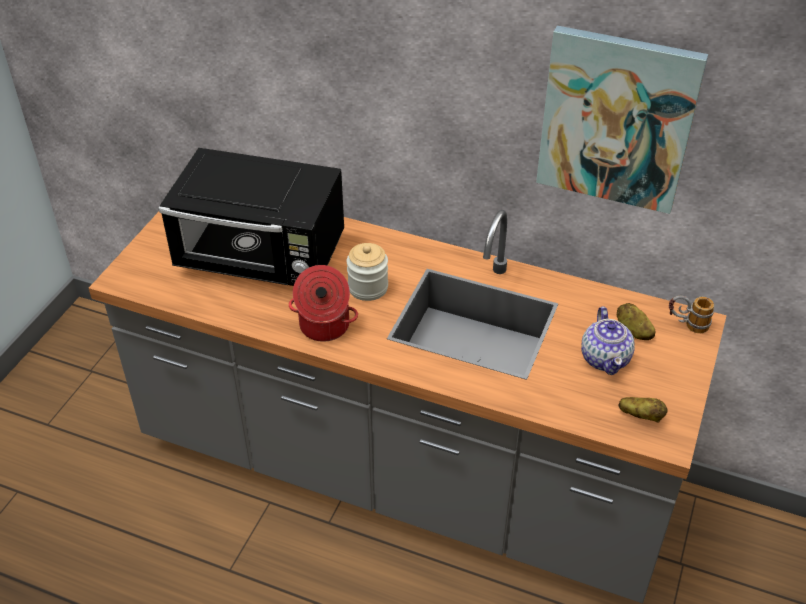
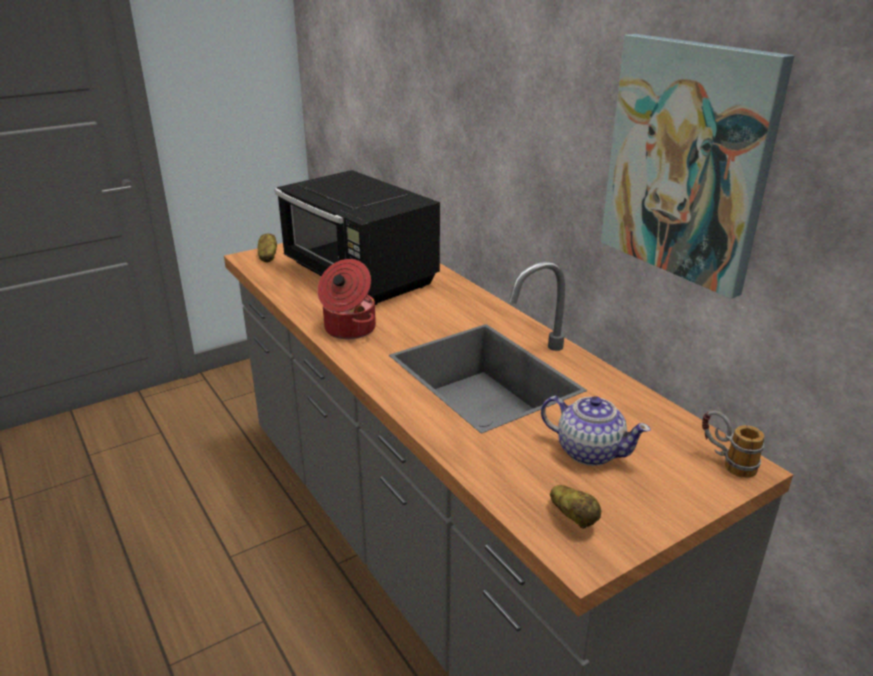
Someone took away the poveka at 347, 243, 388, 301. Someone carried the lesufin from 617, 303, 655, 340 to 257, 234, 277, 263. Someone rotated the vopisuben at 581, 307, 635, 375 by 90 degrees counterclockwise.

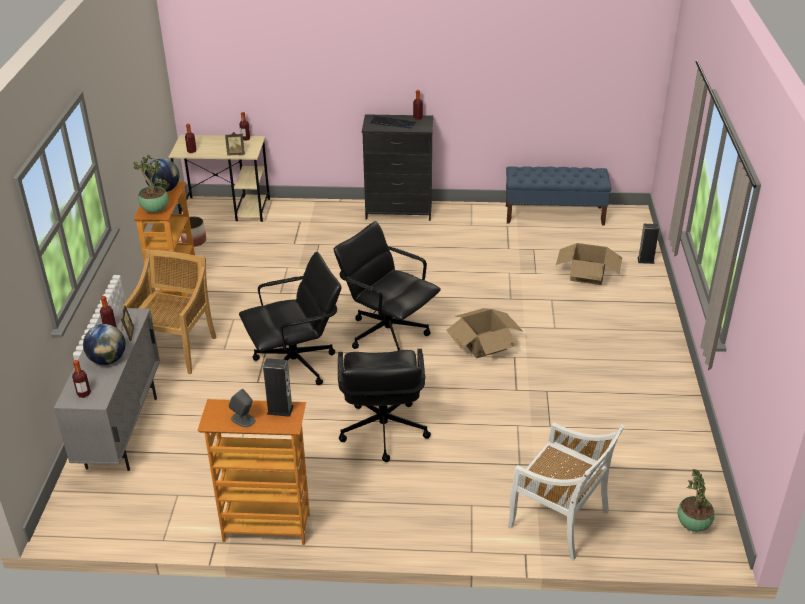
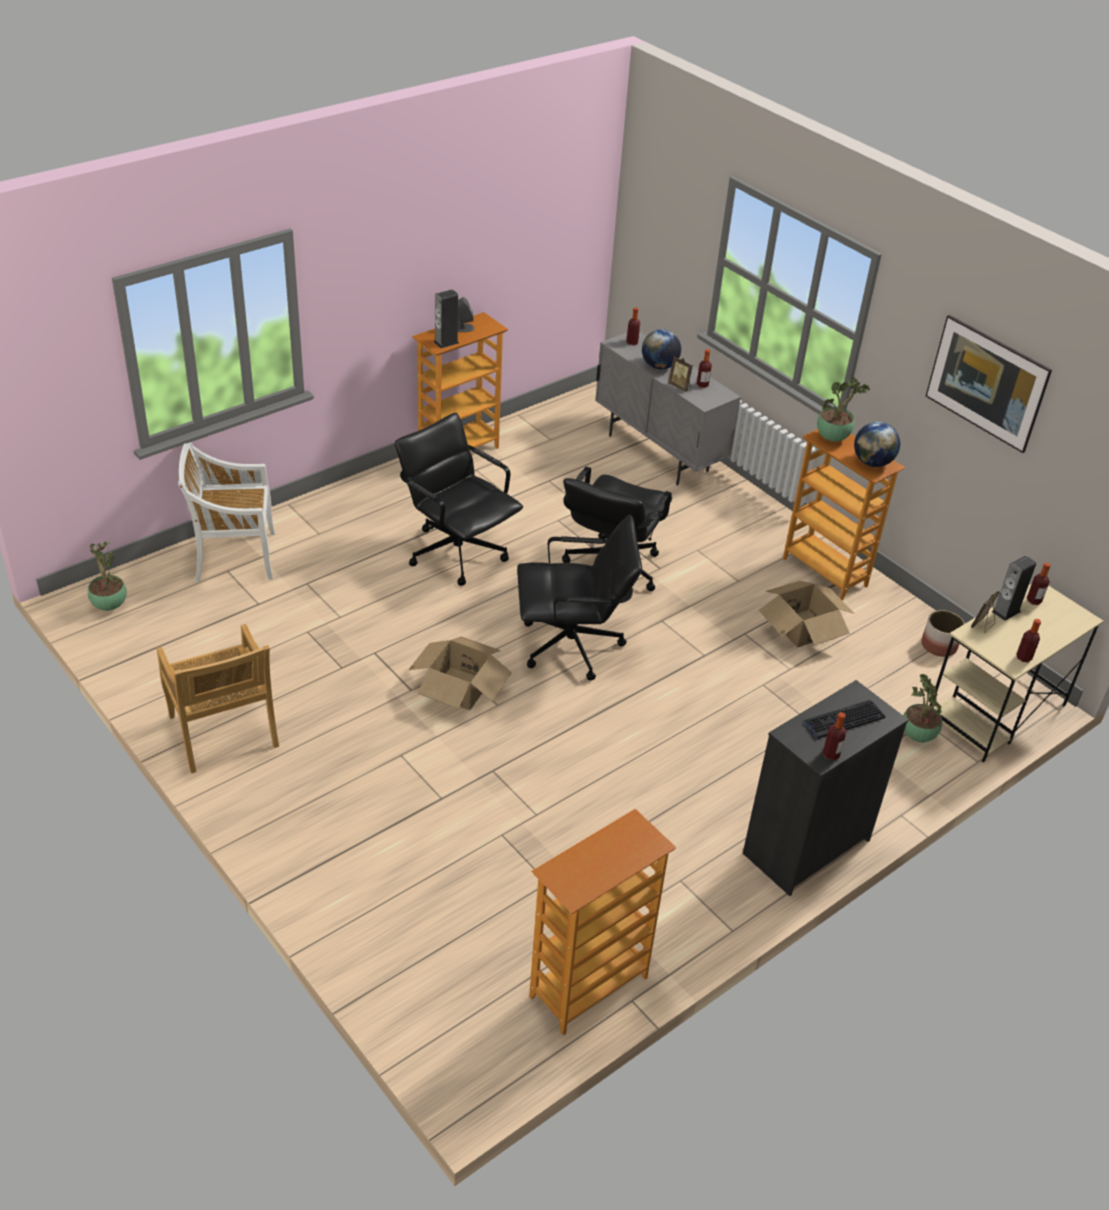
Someone put down the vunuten at 903, 674, 942, 742. Someone put up the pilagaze at 926, 315, 1052, 453. Someone carried the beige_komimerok from 123, 249, 216, 374 to 157, 624, 279, 774. Someone carried the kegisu from 556, 243, 622, 285 to 759, 581, 855, 647. Someone carried the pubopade from 637, 224, 659, 264 to 992, 556, 1036, 621. Someone swapped the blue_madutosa at 506, 166, 611, 226 for the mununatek at 529, 809, 676, 1035.

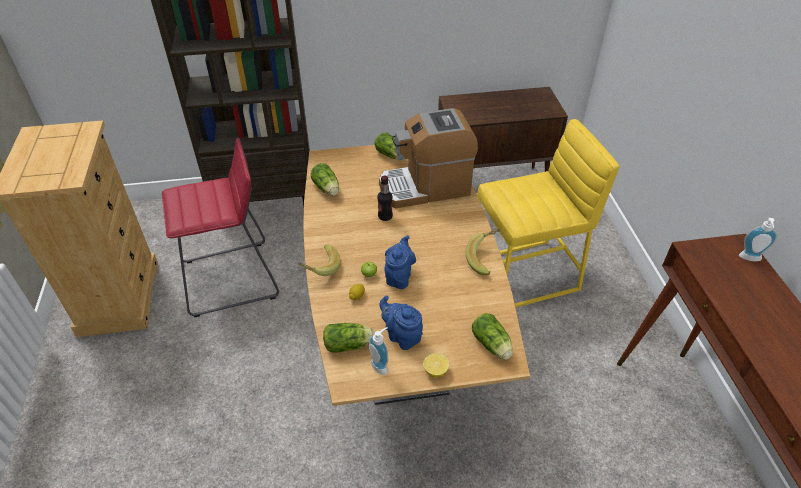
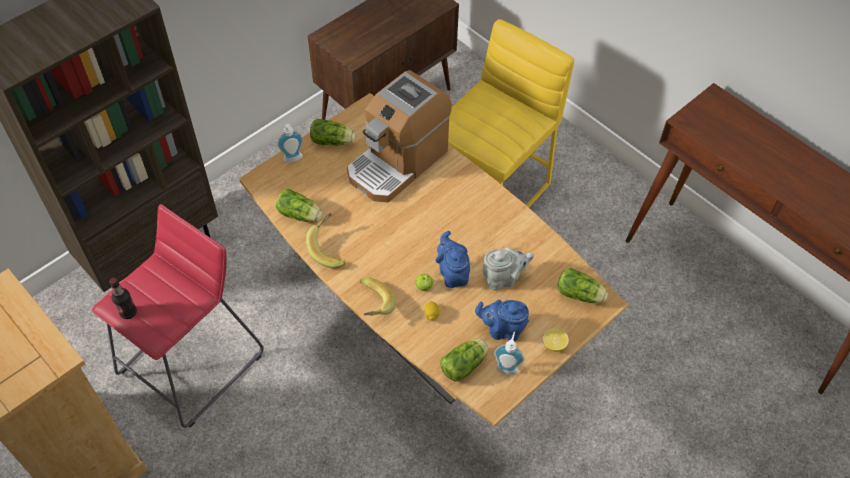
Someone put down the grey_vopisuben at 483, 247, 534, 290. Someone carried the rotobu from 377, 176, 393, 221 to 109, 278, 137, 319. Someone carried the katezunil from 466, 229, 500, 275 to 306, 213, 345, 269. Someone carried the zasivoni from 739, 218, 778, 261 to 277, 124, 303, 162.

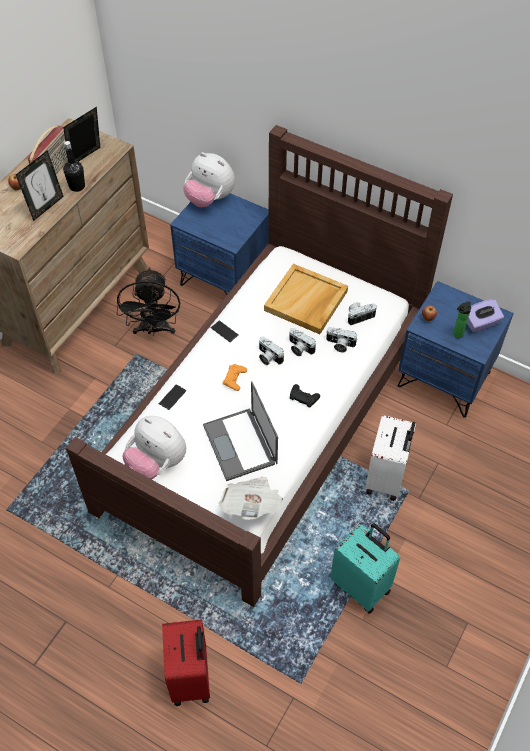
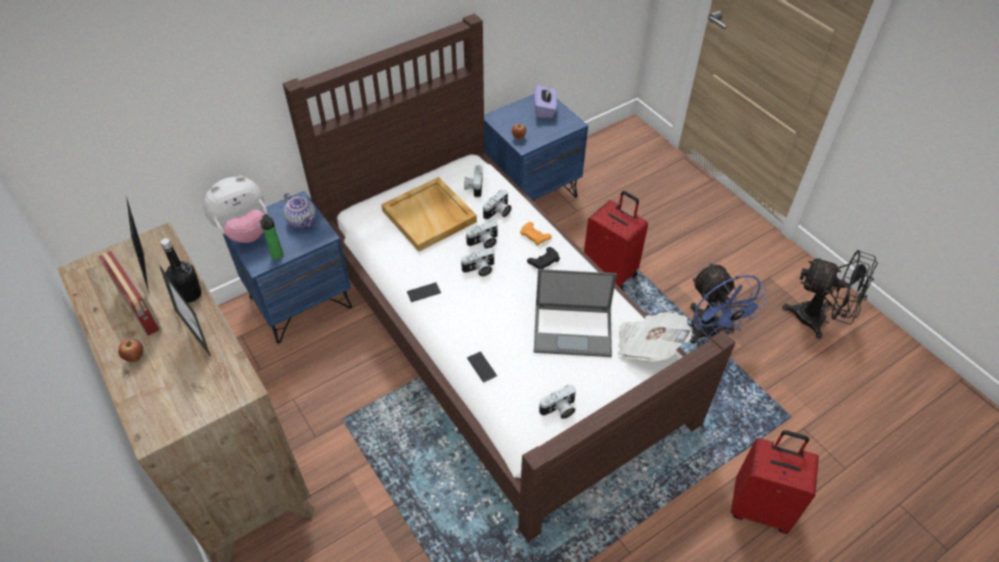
Someone put down the vopisuben at 284, 193, 316, 228. Someone carried the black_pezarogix from 117, 267, 180, 336 to 782, 250, 877, 339. Someone carried the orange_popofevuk from 223, 364, 247, 391 to 520, 222, 552, 246. Someone carried the rotobu from 453, 302, 471, 338 to 260, 214, 283, 259. Someone swapped the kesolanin at 123, 416, 186, 480 for the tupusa at 539, 385, 576, 419. Someone swapped the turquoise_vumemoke at 330, 523, 400, 614 for the blue_pezarogix at 690, 262, 768, 344. Someone repainted the white_vumemoke at 365, 415, 416, 501, which became the red_vumemoke at 584, 191, 648, 290.

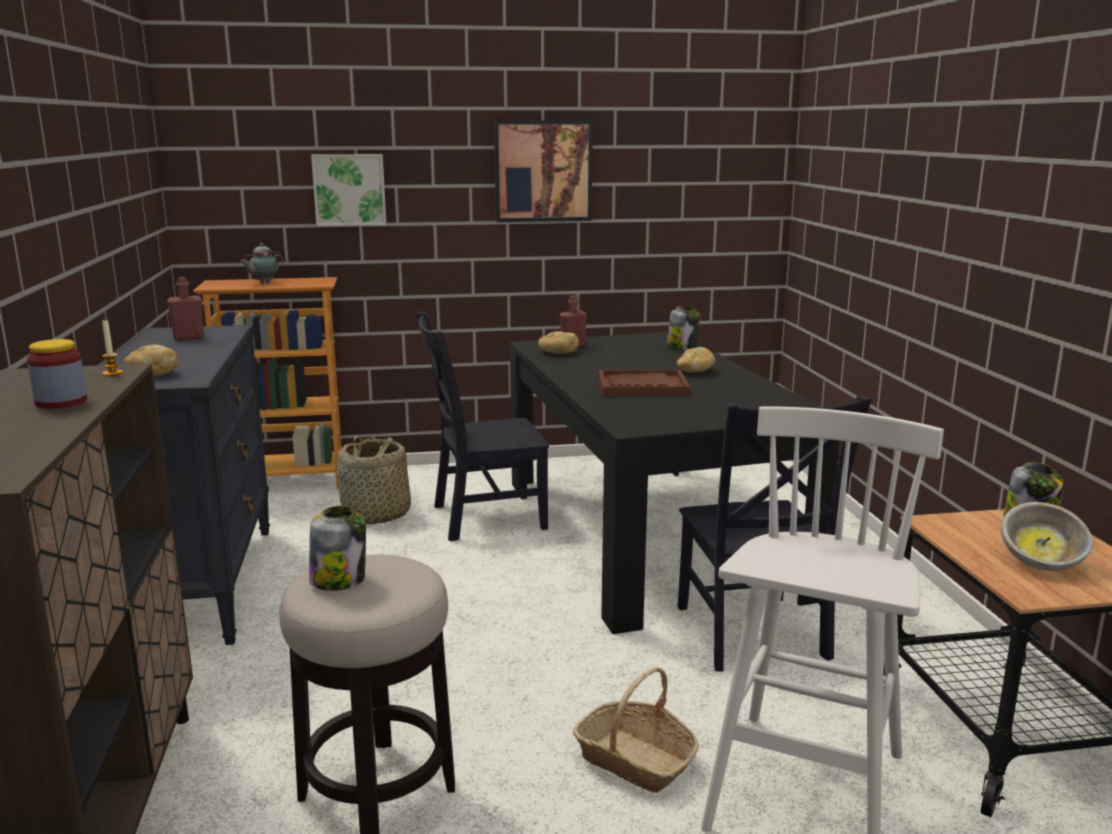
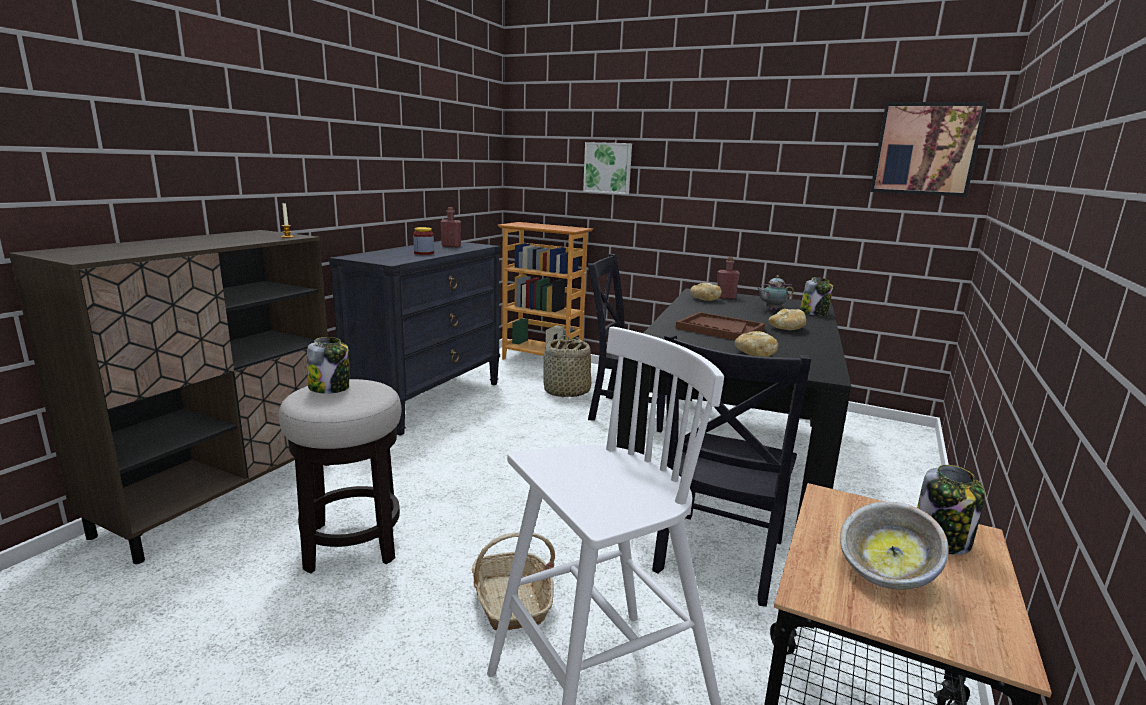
Someone carried the poveka from 27, 339, 87, 409 to 413, 227, 434, 255. Someone carried the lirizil from 123, 345, 179, 376 to 735, 331, 778, 357. Someone carried the vopisuben from 240, 243, 284, 284 to 756, 275, 794, 310. Someone carried the pilagaze from 494, 121, 593, 222 to 870, 102, 988, 197.

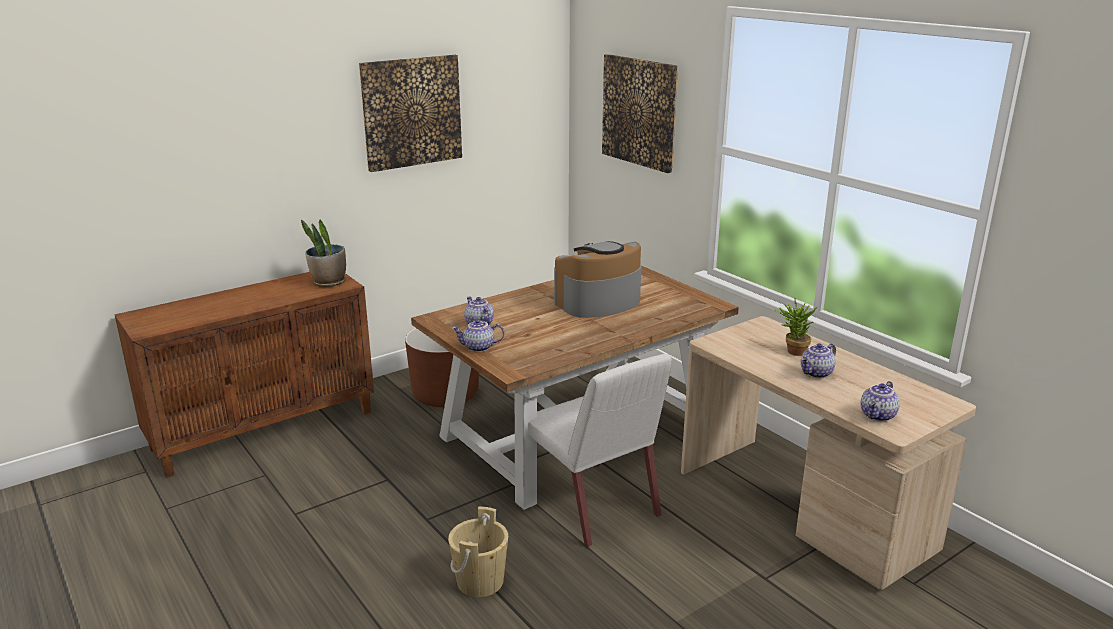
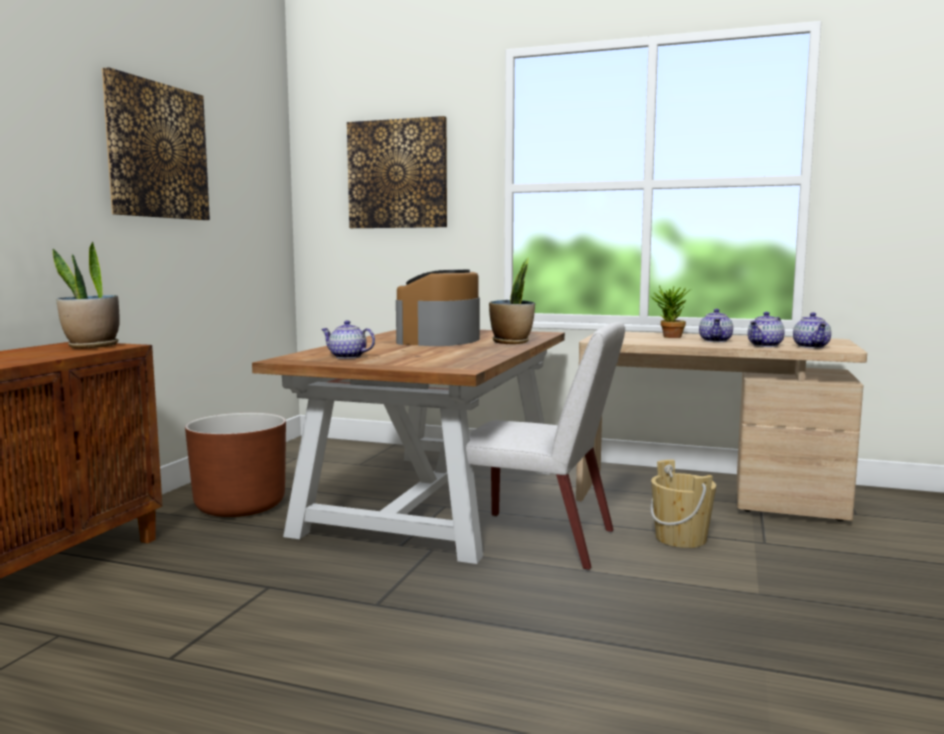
Someone put down the vunuten at 489, 258, 535, 344. Someone carried the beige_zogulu from 448, 507, 508, 597 to 651, 459, 716, 548. Someone carried the vopisuben from 452, 319, 504, 352 to 748, 312, 785, 347.

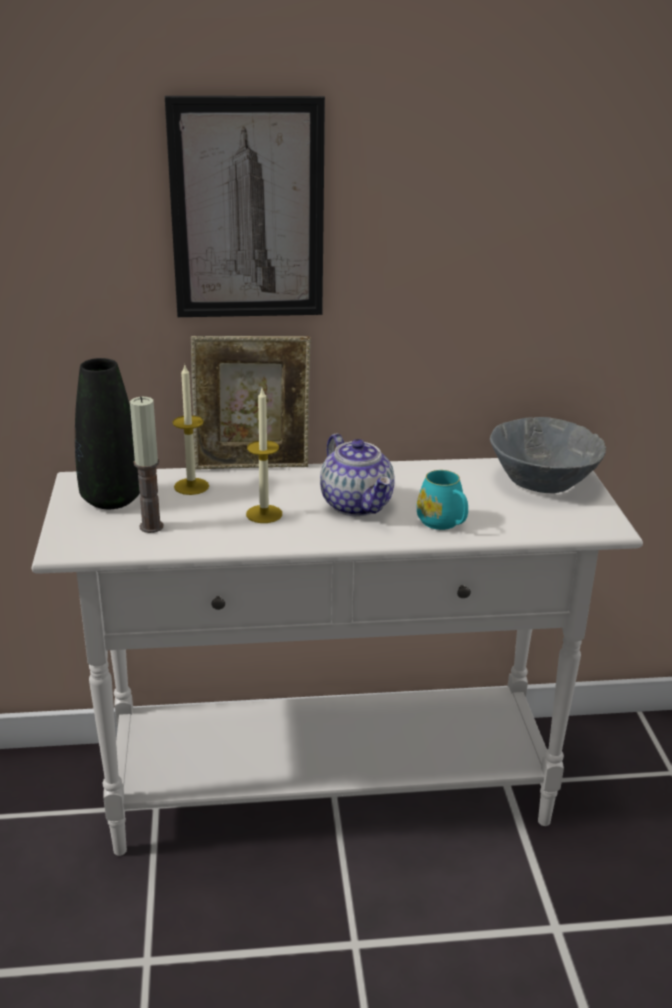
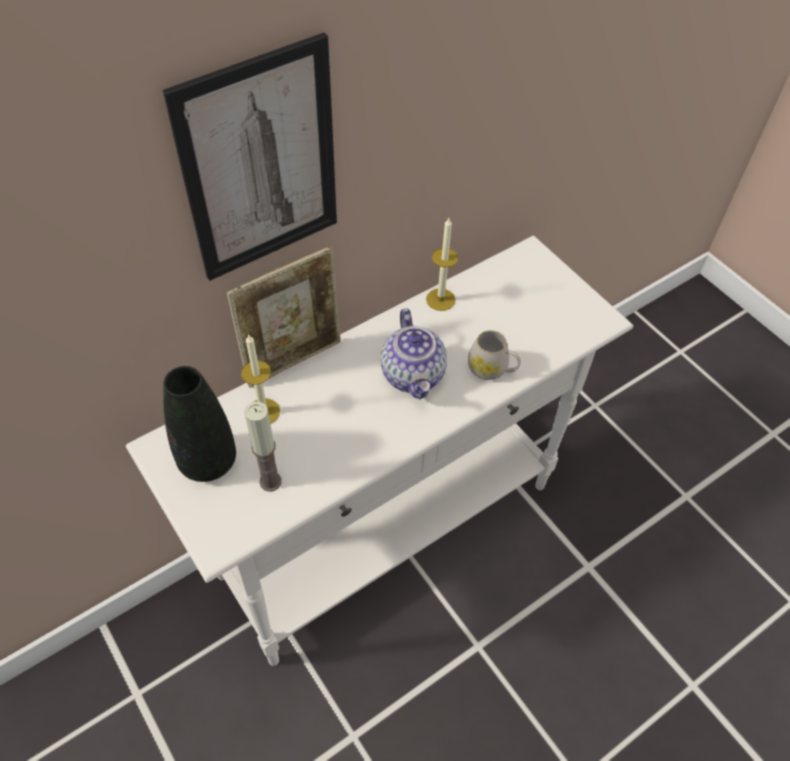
Someone took away the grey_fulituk at 490, 417, 606, 493. Someone carried the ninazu from 246, 389, 282, 523 to 426, 218, 458, 311. Someone repainted the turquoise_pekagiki at 417, 470, 468, 530, which became the white_pekagiki at 468, 330, 521, 380. Someone rotated the vopisuben at 320, 434, 395, 516 by 45 degrees clockwise.

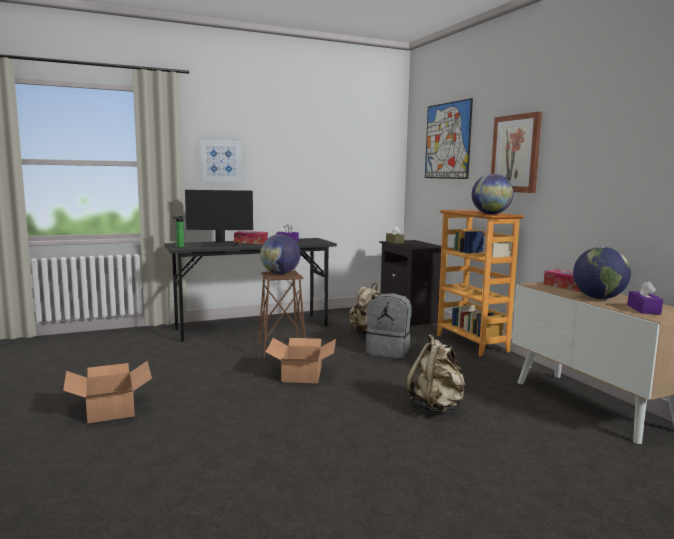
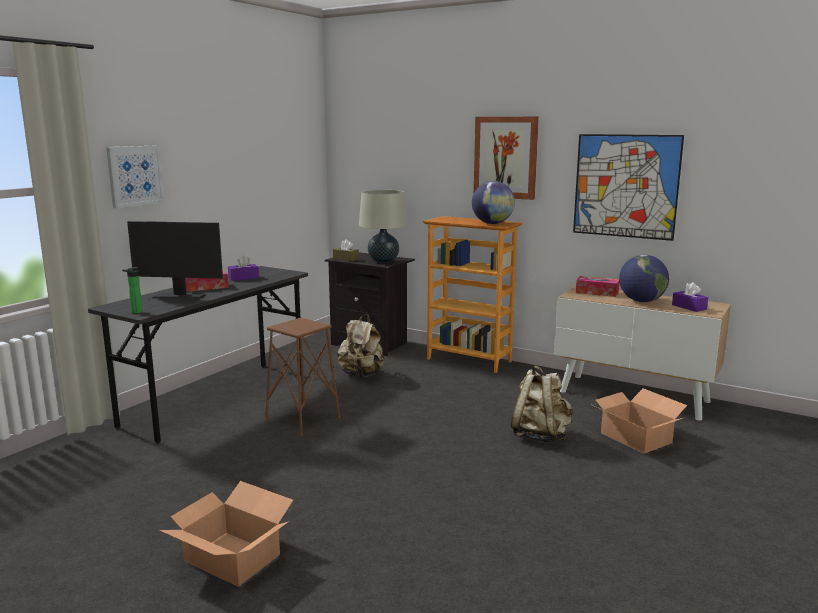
Someone took away the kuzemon at 260, 234, 300, 274. Someone took away the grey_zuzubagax at 366, 293, 411, 358. Someone put down the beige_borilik at 359, 190, 408, 263. Someone carried the kegisu from 266, 338, 336, 383 to 595, 388, 687, 454. Someone carried the pilagaze from 425, 98, 473, 179 to 573, 134, 684, 241. Someone rotated the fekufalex at 185, 190, 253, 247 by 45 degrees clockwise.

